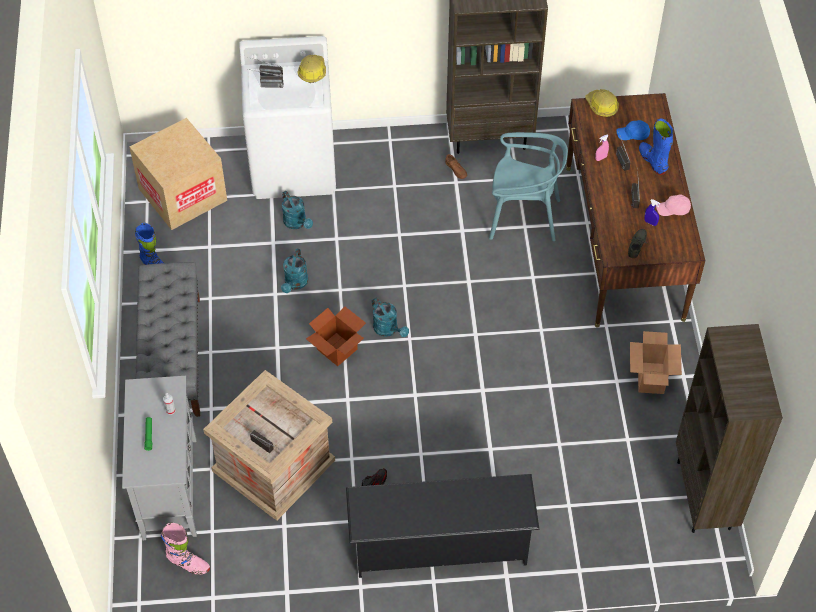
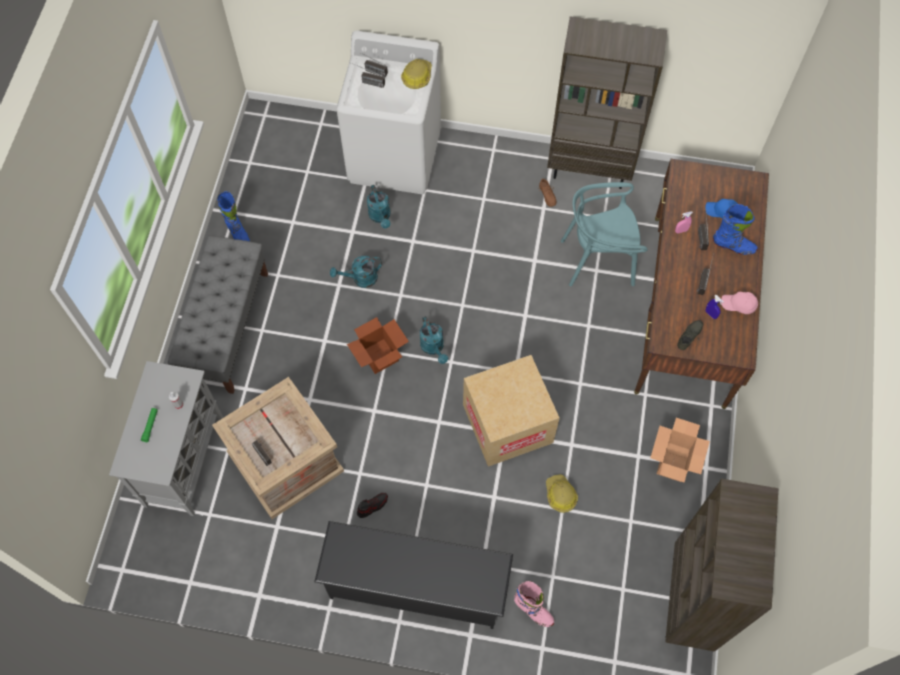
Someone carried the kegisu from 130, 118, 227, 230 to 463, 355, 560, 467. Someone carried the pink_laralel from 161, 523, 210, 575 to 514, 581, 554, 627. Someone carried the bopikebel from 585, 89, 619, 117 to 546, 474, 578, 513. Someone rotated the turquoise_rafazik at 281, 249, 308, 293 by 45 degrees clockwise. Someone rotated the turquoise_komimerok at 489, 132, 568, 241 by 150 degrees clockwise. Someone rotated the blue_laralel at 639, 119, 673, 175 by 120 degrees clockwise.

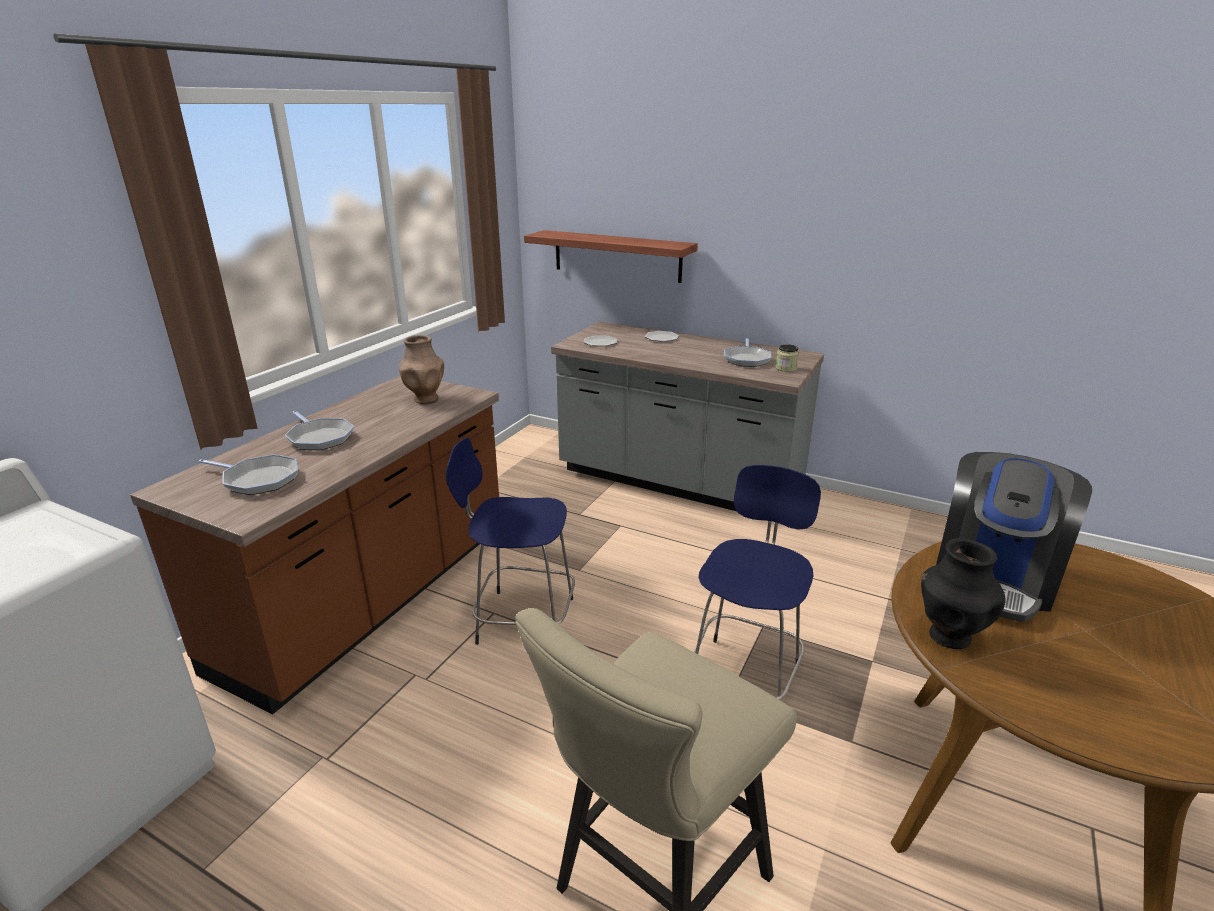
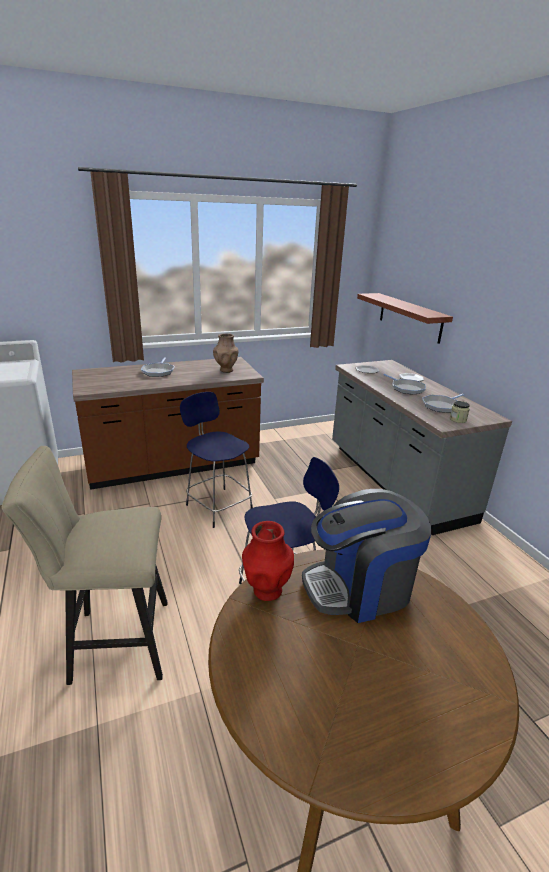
Someone carried the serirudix from 199, 455, 298, 495 to 383, 374, 426, 395. Someone repainted the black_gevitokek at 921, 538, 1006, 649, which became the red_gevitokek at 242, 521, 294, 601.

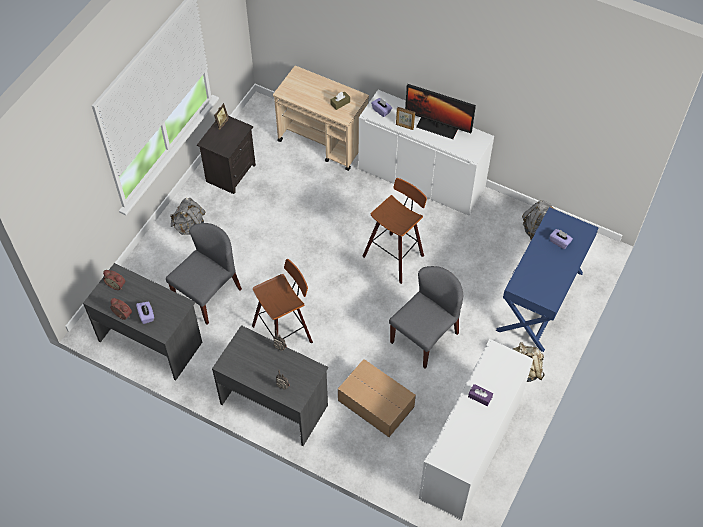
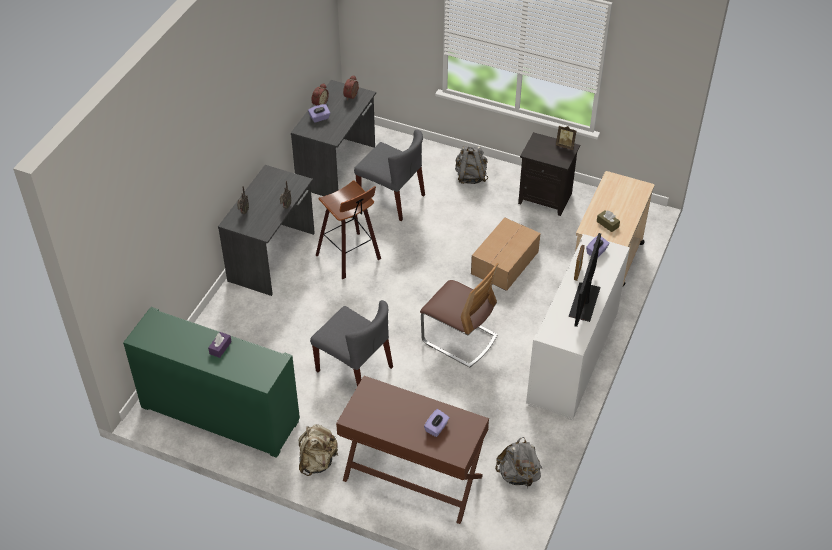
Someone carried the kegisu from 338, 359, 416, 437 to 471, 217, 541, 291. Someone swapped the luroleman at 362, 178, 427, 284 for the komimerok at 420, 262, 499, 368. Someone repainted the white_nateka at 419, 339, 533, 521, which became the green_nateka at 123, 307, 300, 458. Someone repainted the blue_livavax at 496, 207, 599, 352, which became the brown_livavax at 336, 376, 489, 524.

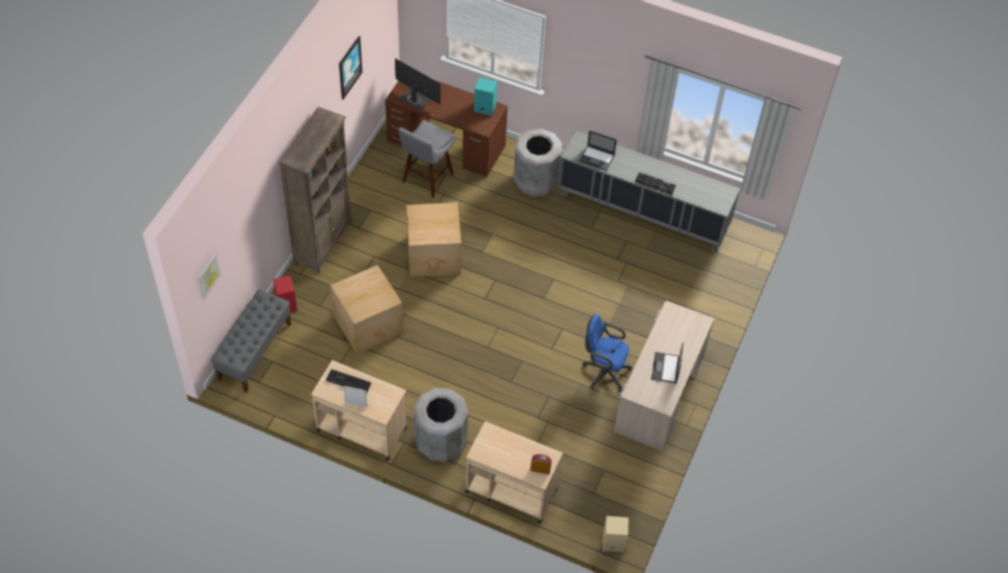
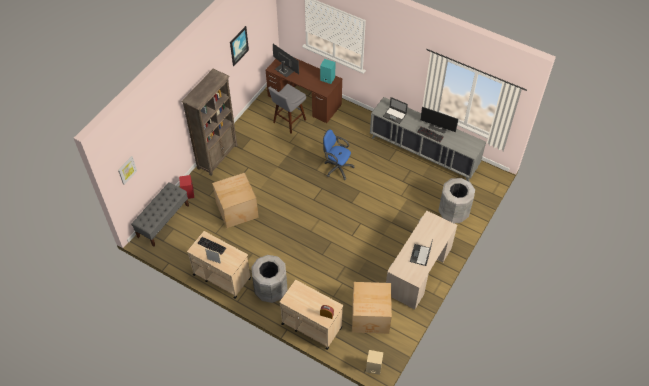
Someone put down the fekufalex at 420, 107, 458, 134. Someone carried the kegisu from 406, 202, 461, 277 to 352, 282, 392, 334. Someone carried the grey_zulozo from 513, 129, 562, 197 to 438, 178, 475, 223. Someone carried the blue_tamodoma from 582, 314, 633, 392 to 323, 129, 354, 180.

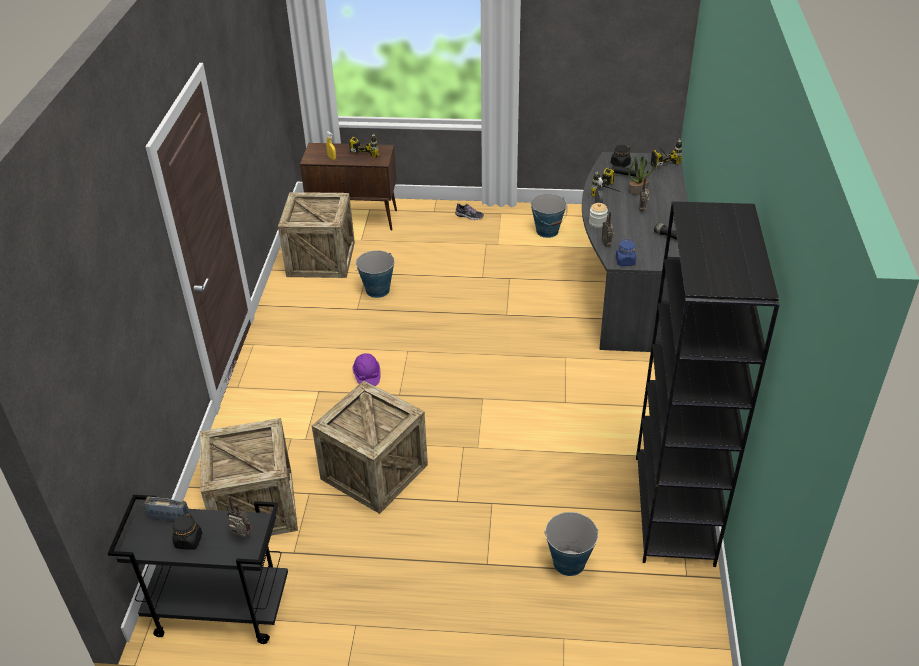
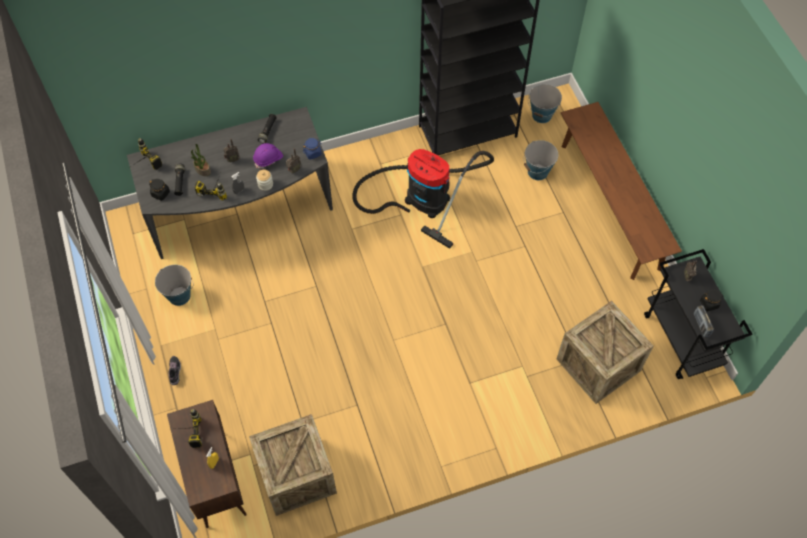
Someone took away the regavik at 312, 380, 428, 514. Someone put down the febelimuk at 352, 149, 494, 249. Someone put down the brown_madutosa at 561, 102, 682, 280. Someone carried the purple_bopikebel from 352, 353, 381, 386 to 253, 143, 283, 168. Someone carried the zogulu from 356, 250, 395, 298 to 528, 84, 562, 123.

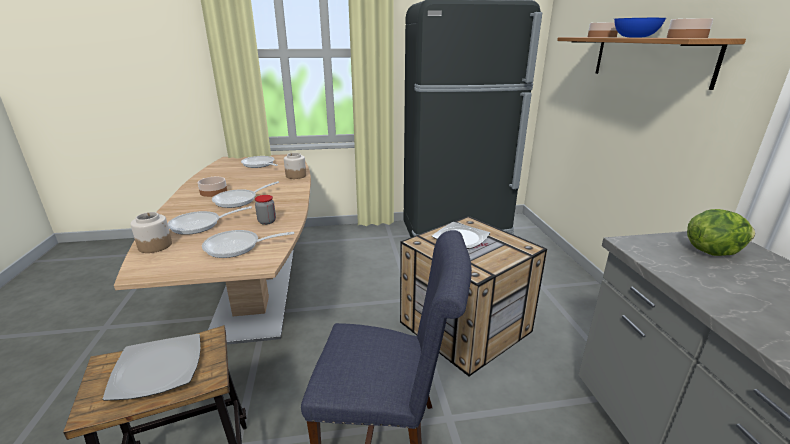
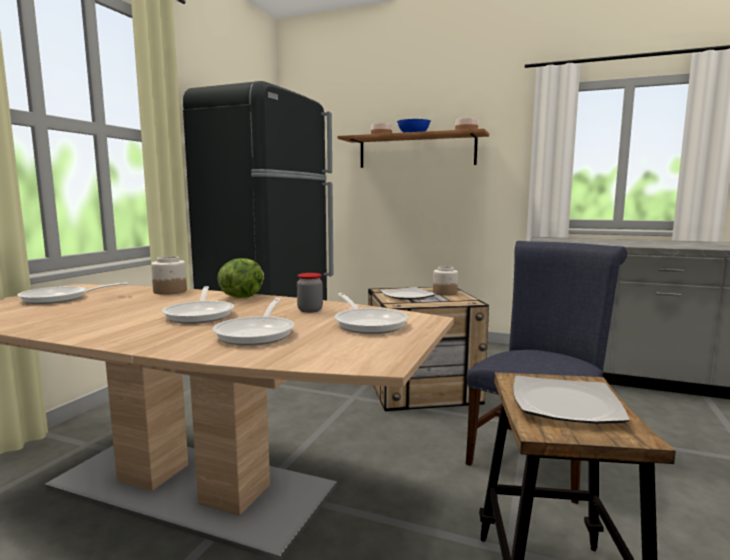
Someone took away the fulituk at 198, 177, 227, 197. Someone carried the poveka from 130, 212, 172, 253 to 433, 266, 458, 296. Someone carried the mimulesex from 687, 209, 755, 256 to 217, 258, 264, 298. Someone rotated the serirudix at 202, 230, 294, 258 by 45 degrees counterclockwise.

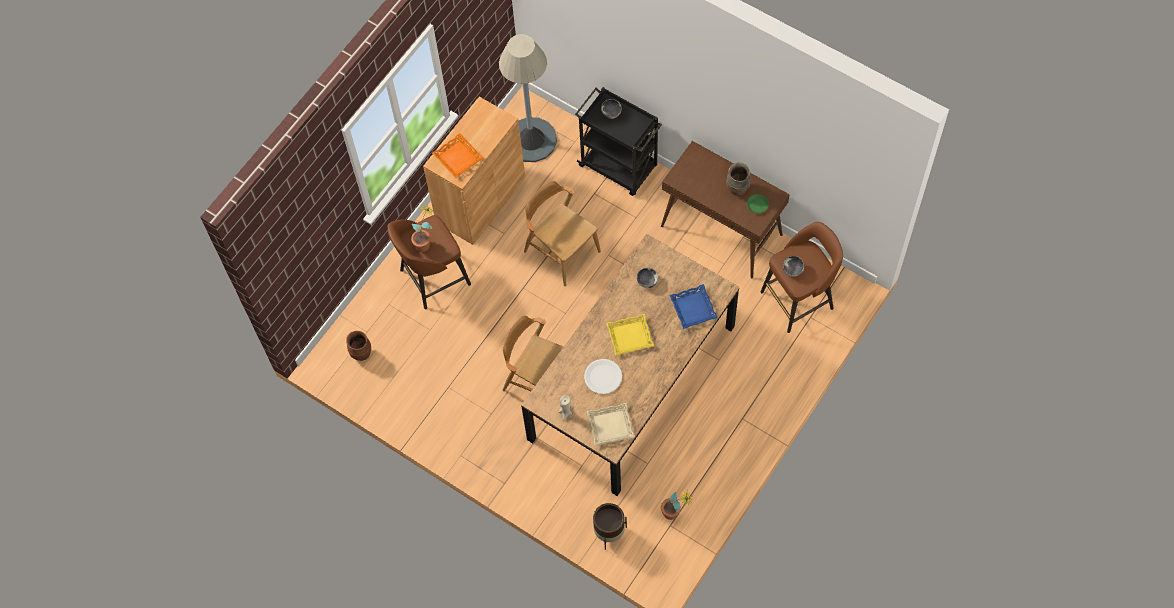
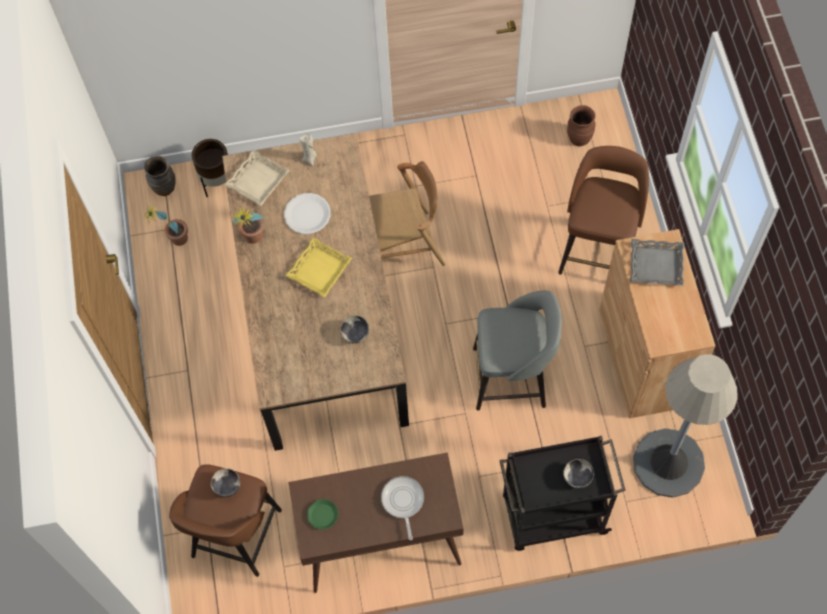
Someone took away the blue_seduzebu at 669, 284, 718, 329. Someone put down the serirudix at 381, 476, 424, 540. Someone carried the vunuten from 411, 205, 433, 252 to 232, 207, 264, 244. Someone carried the brown_gevitokek from 726, 162, 751, 196 to 144, 155, 176, 196. Someone swapped the brown_komimerok at 524, 181, 601, 286 for the grey_luroleman at 473, 290, 562, 410. Someone repainted the orange_seduzebu at 432, 133, 483, 178, which became the grey_seduzebu at 630, 239, 684, 286.

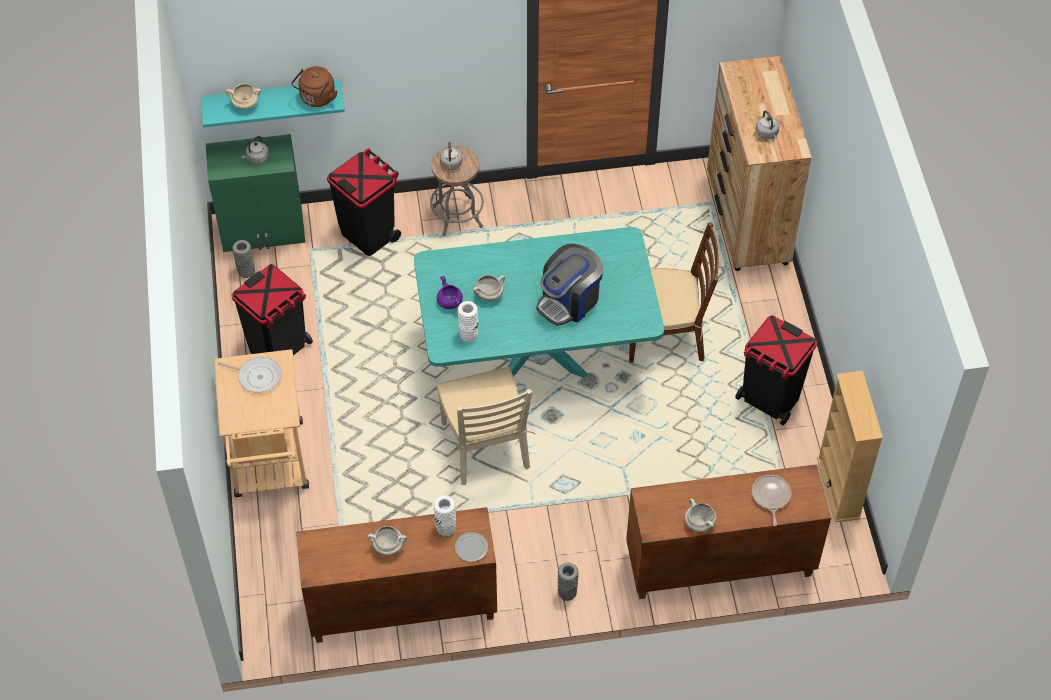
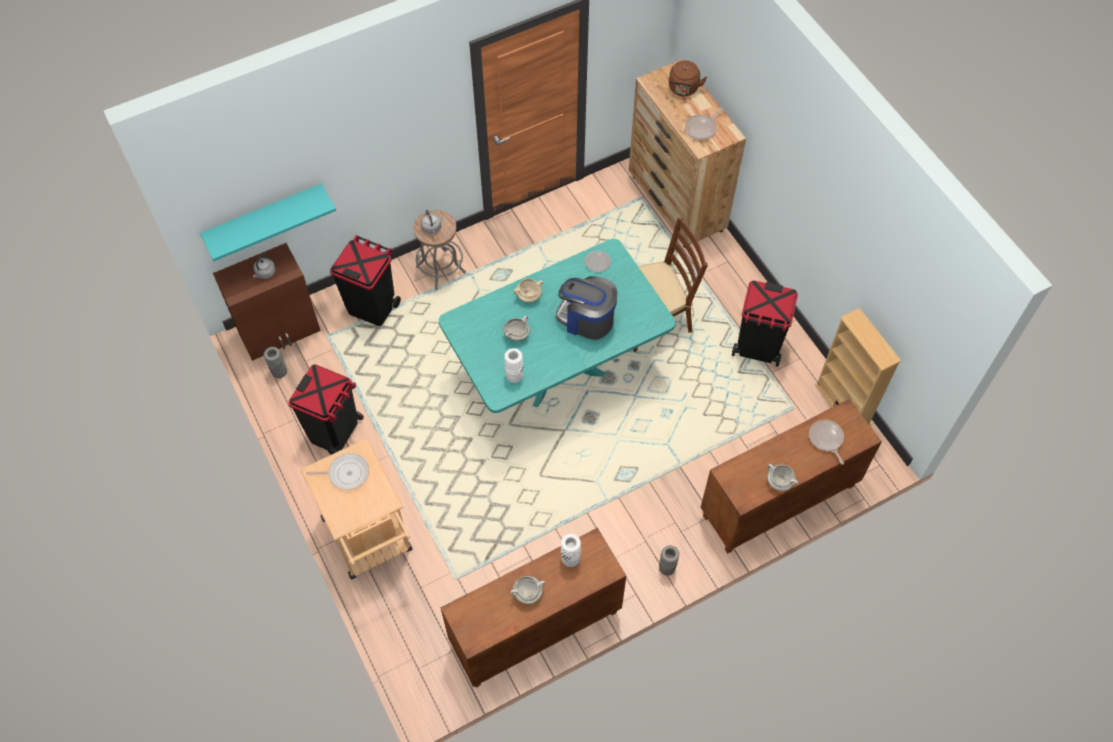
Someone took away the beige_komimerok at 436, 367, 535, 485. Someone took away the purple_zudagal at 437, 276, 463, 309. Someone carried the beige_zudagal from 226, 83, 261, 109 to 514, 279, 543, 303. Someone carried the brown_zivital from 291, 66, 338, 107 to 668, 60, 707, 96. Someone carried the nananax from 455, 532, 488, 562 to 585, 251, 611, 272. Someone swapped the grey_zivital at 756, 110, 779, 139 for the serirudix at 685, 108, 723, 140. Someone repainted the green_nateka at 205, 134, 306, 252, which became the brown_nateka at 213, 243, 321, 361. Someone rotated the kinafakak at 536, 243, 604, 326 by 90 degrees clockwise.

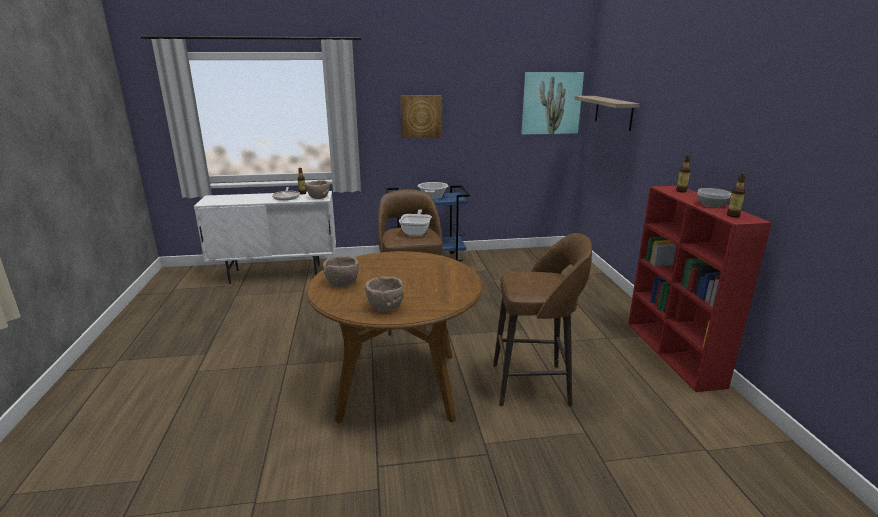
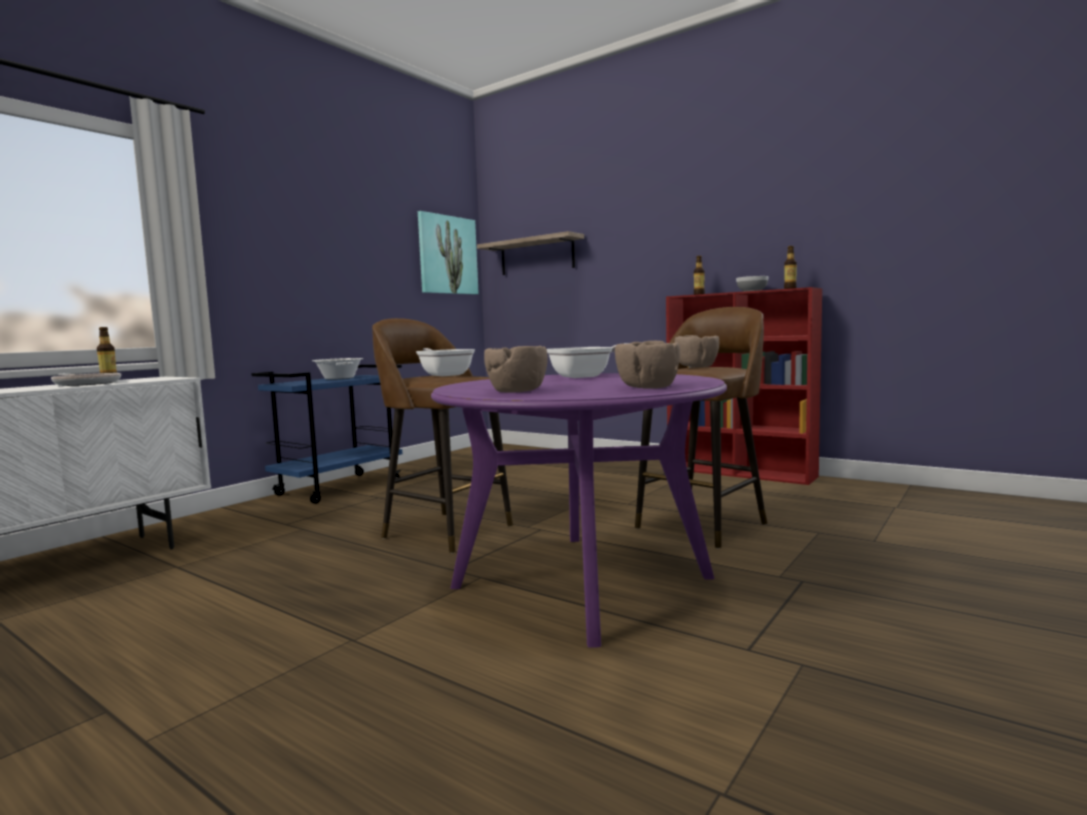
Someone took away the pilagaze at 400, 95, 442, 138. Someone put down the serirudix at 547, 343, 629, 378. Someone carried the brown_fulituk from 306, 180, 330, 199 to 674, 335, 719, 367. Someone repainted the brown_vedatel at 306, 251, 483, 423, which became the purple_vedatel at 431, 373, 727, 648.

